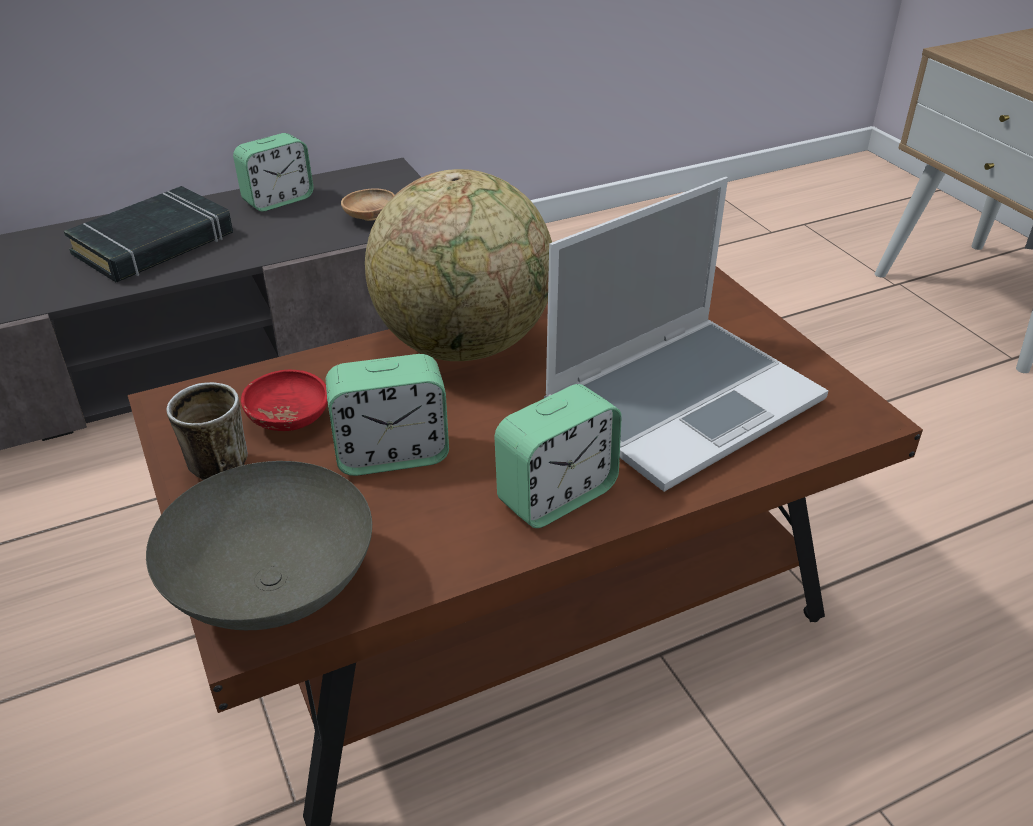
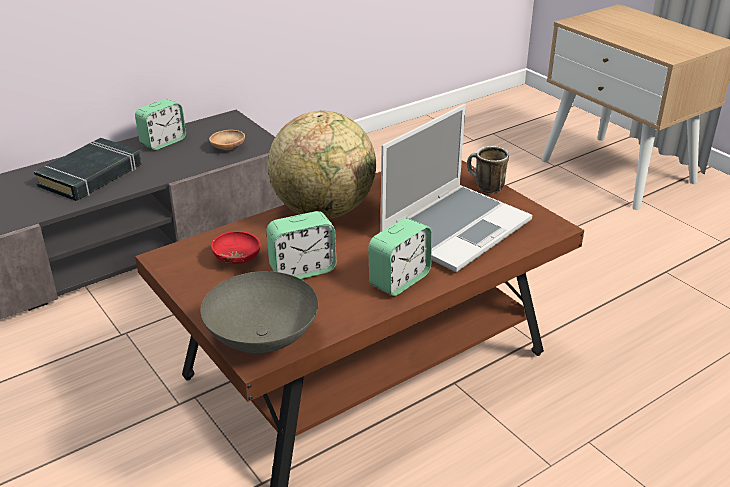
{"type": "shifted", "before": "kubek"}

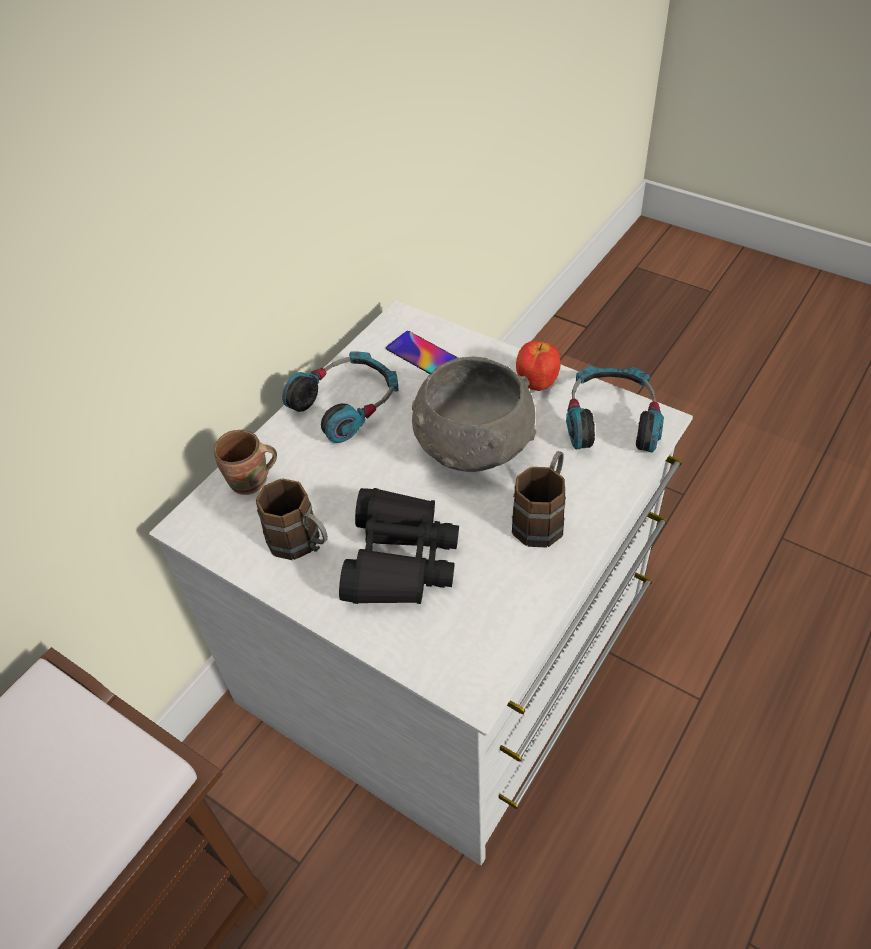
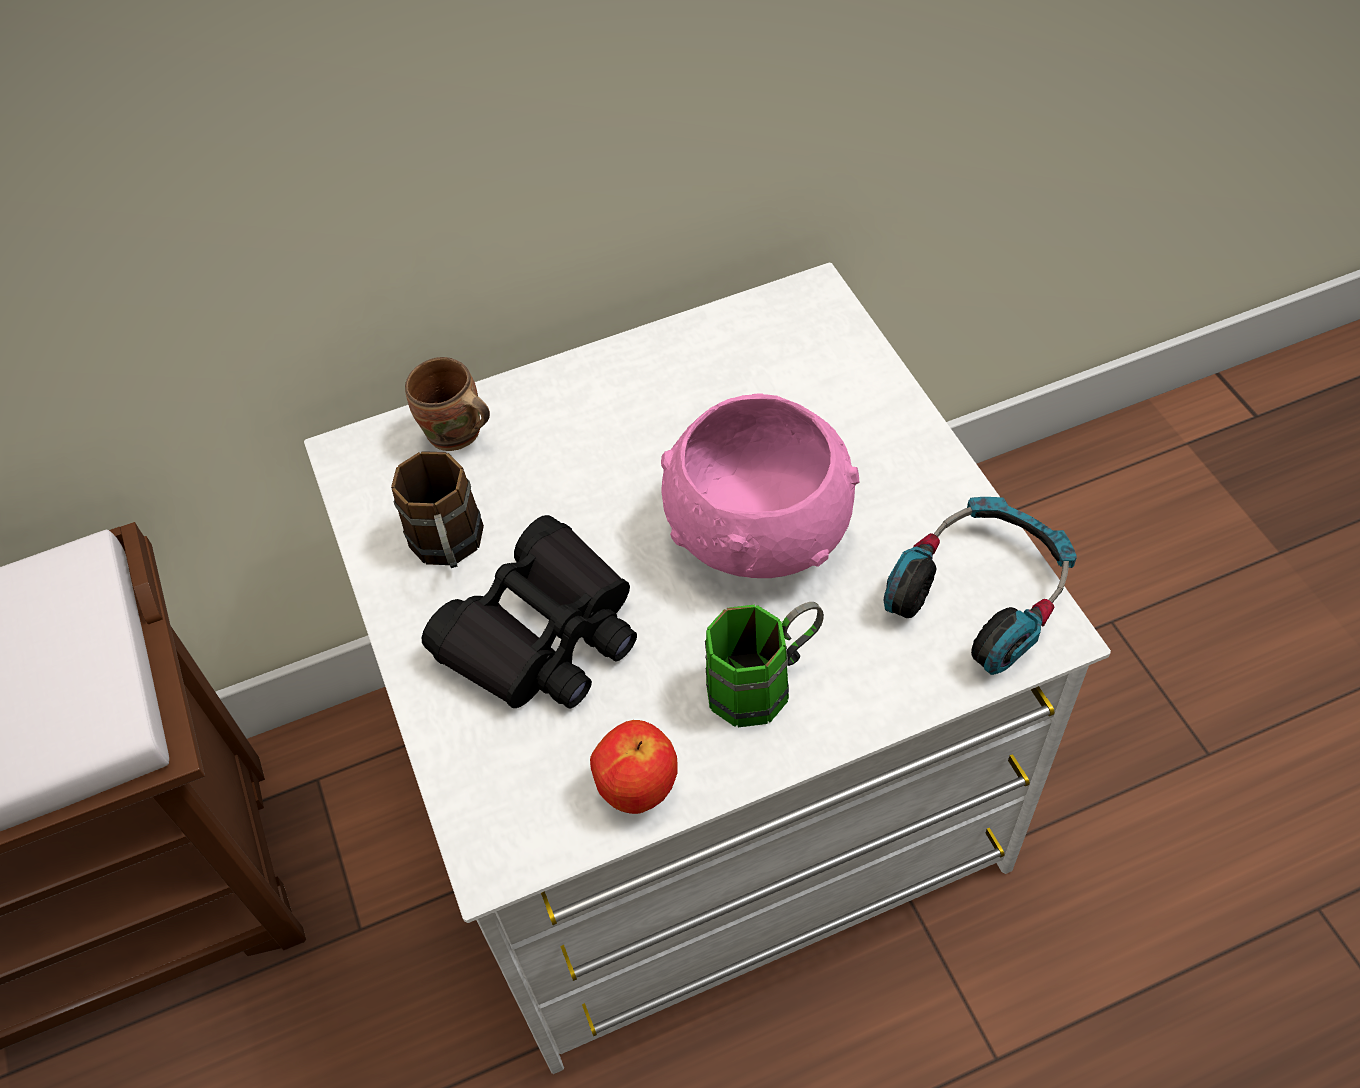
{"type": "gone", "before": "słuchawki (no. 1 from left)"}
{"type": "gone", "before": "telefon"}
{"type": "repainted", "before": "miska [szary]", "after": "miska [różowy]"}
{"type": "repainted", "before": "kubek [brązowy] (no. 3 from left)", "after": "kubek [zielony]"}
{"type": "shifted", "before": "jabłko"}

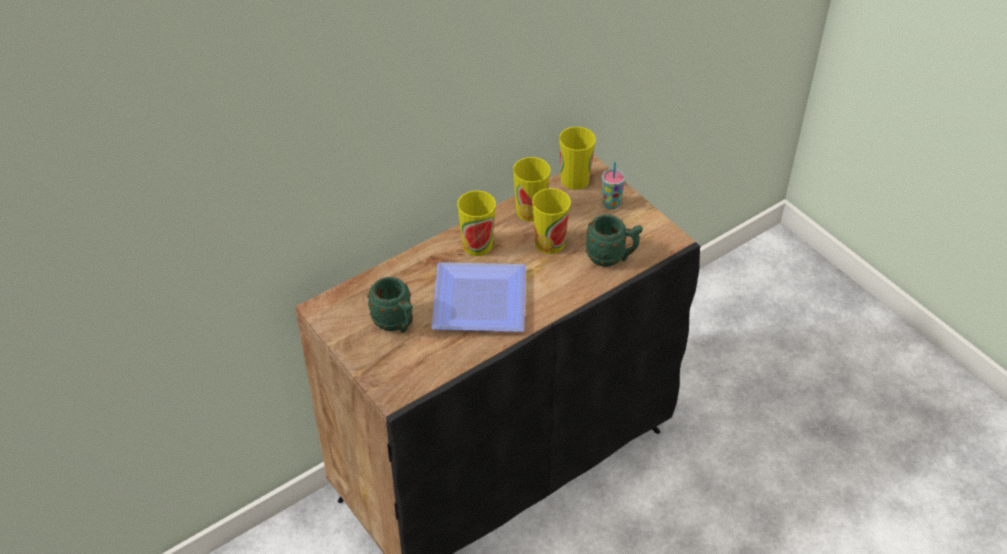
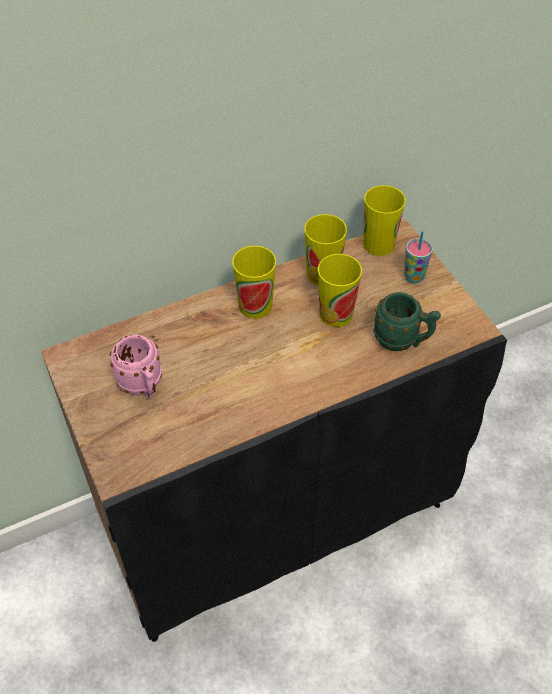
{"type": "repainted", "before": "kubek [zielony] (no. 1 from left)", "after": "kubek [różowy]"}
{"type": "gone", "before": "talerz"}

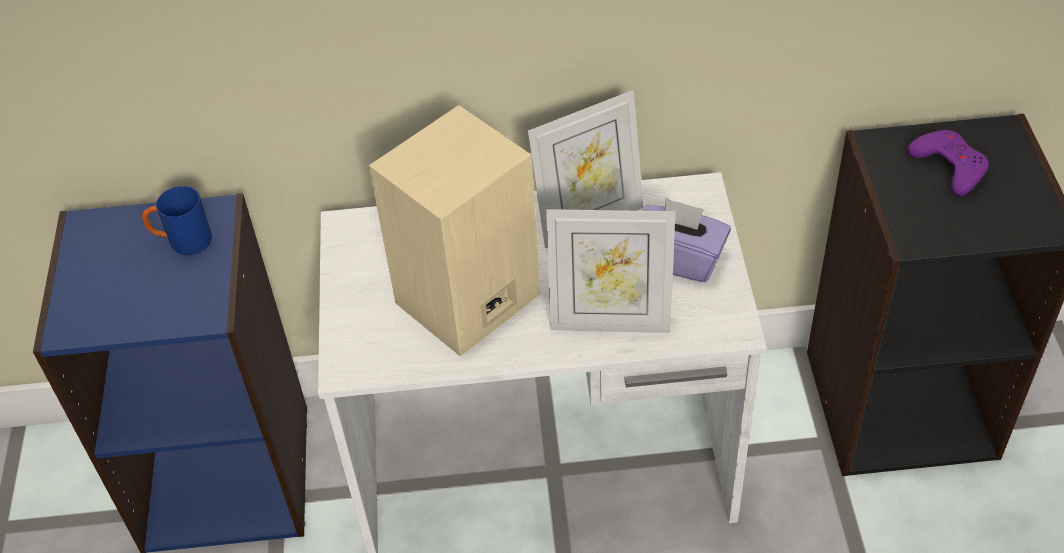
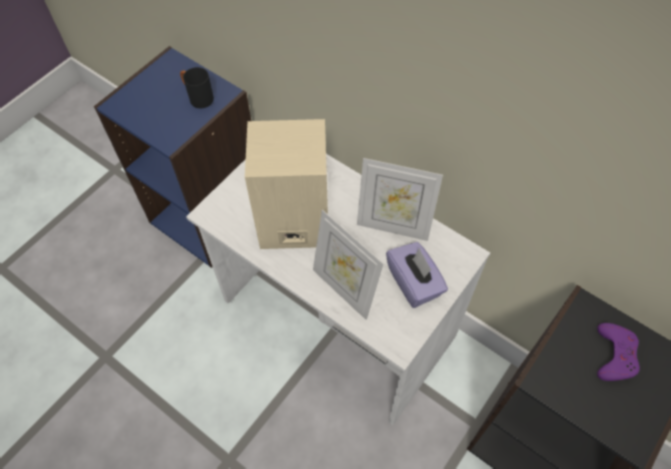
{"type": "repainted", "before": "kubek [niebieski]", "after": "kubek [czarny]"}

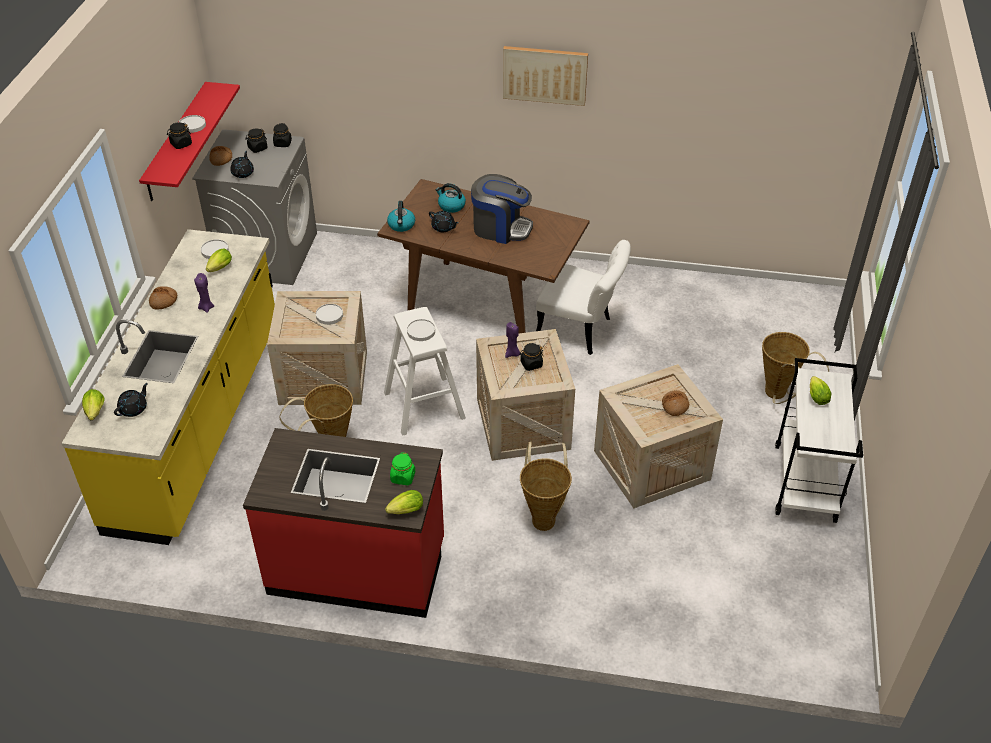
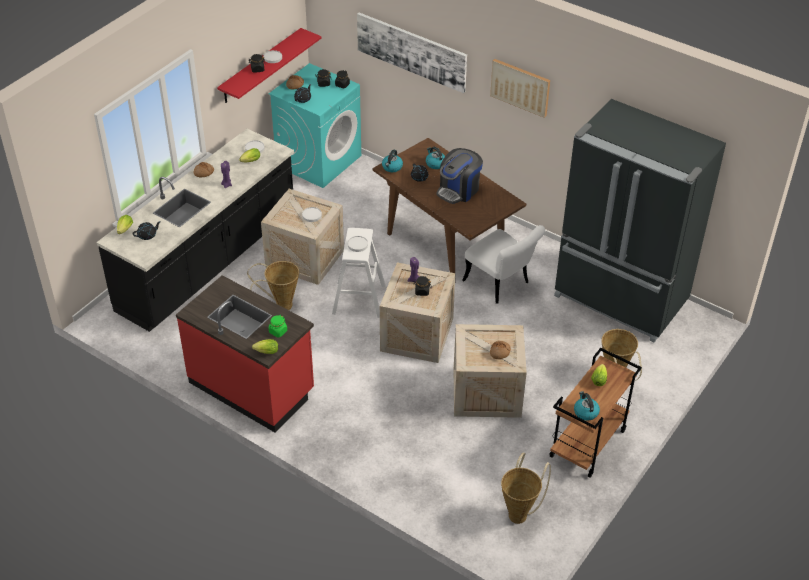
{"type": "repainted", "before": "zabudowa kuchenna [żółty]", "after": "zabudowa kuchenna [czarny]"}
{"type": "repainted", "before": "pralka [szary]", "after": "pralka [turkusowy]"}
{"type": "rotated", "before": "ekspres do kawy", "turn": 90}
{"type": "shifted", "before": "koszyk (no. 2 from left)"}
{"type": "repainted", "before": "wózek [biały]", "after": "wózek [brązowy]"}
{"type": "new", "after": "obraz (no. 1 from left)"}
{"type": "new", "after": "lodówka [czarny]"}
{"type": "new", "after": "czajnik (no. 3 from left)"}

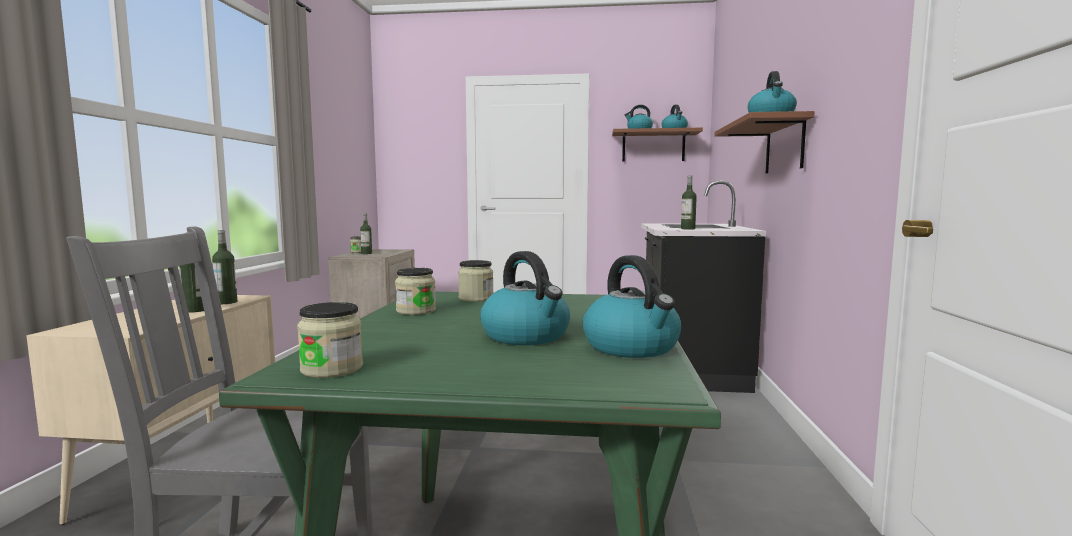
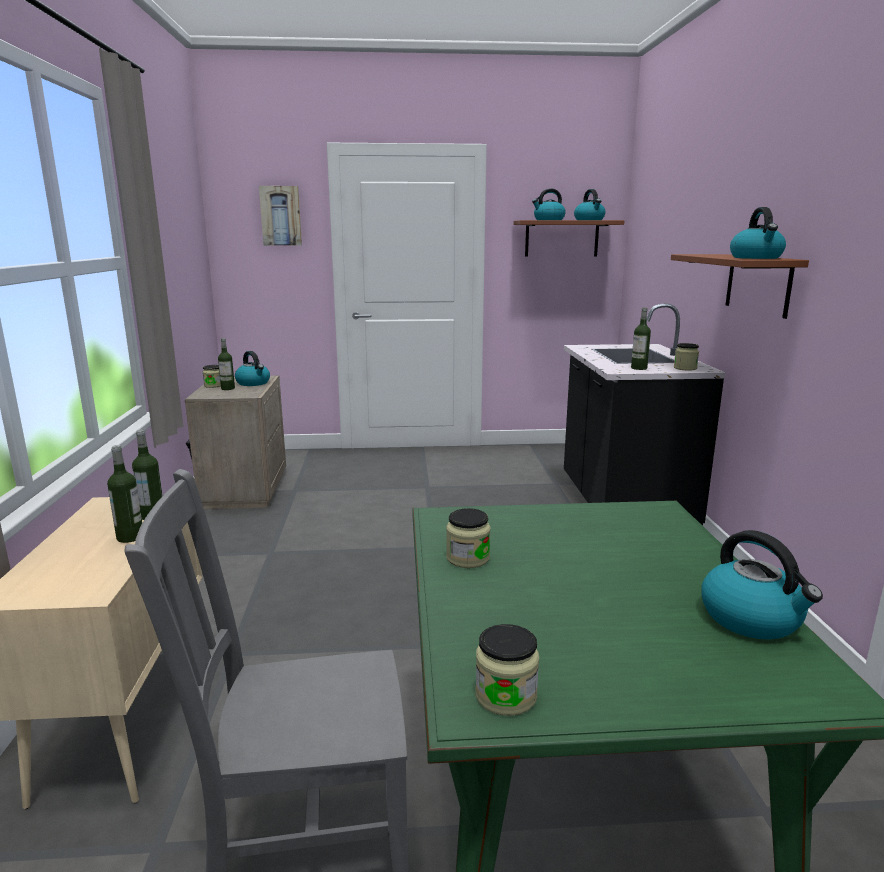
{"type": "shifted", "before": "słoik (no. 4 from left)"}
{"type": "shifted", "before": "czajnik (no. 1 from left)"}
{"type": "new", "after": "obraz"}

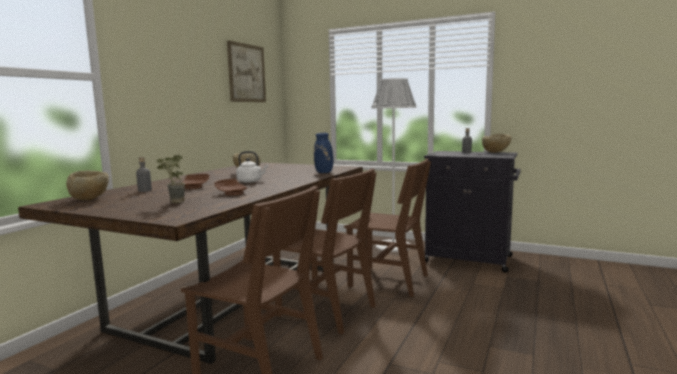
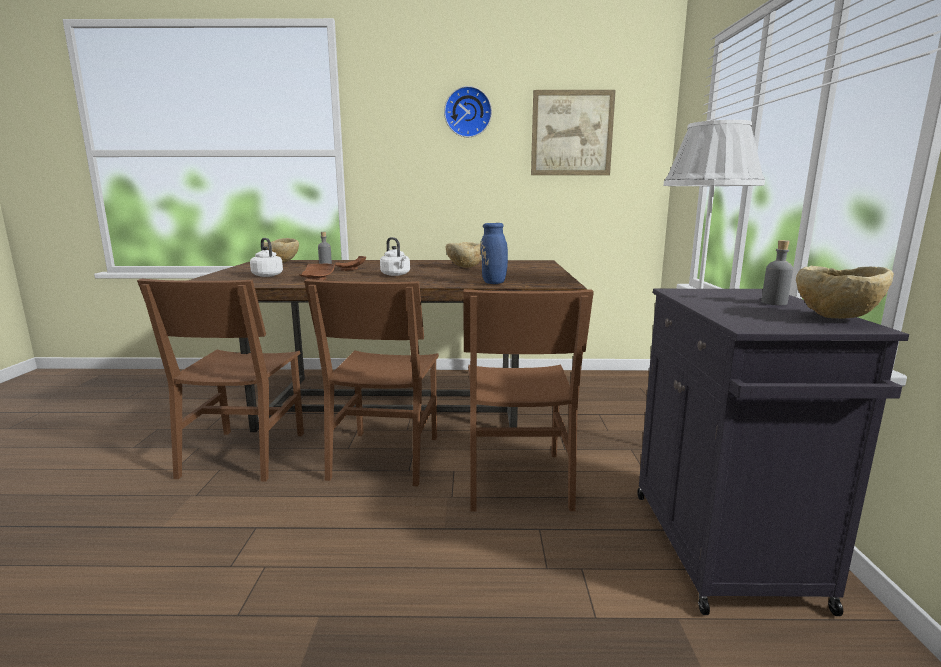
{"type": "swapped", "before": "roślina doniczkowa", "after": "czajnik [biały] (no. 1 from left)"}
{"type": "new", "after": "zegar ścienny"}

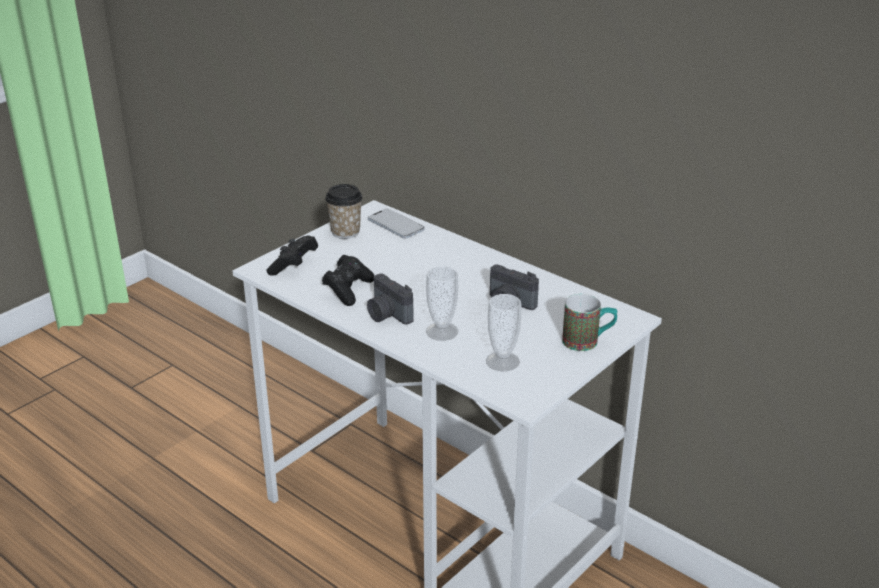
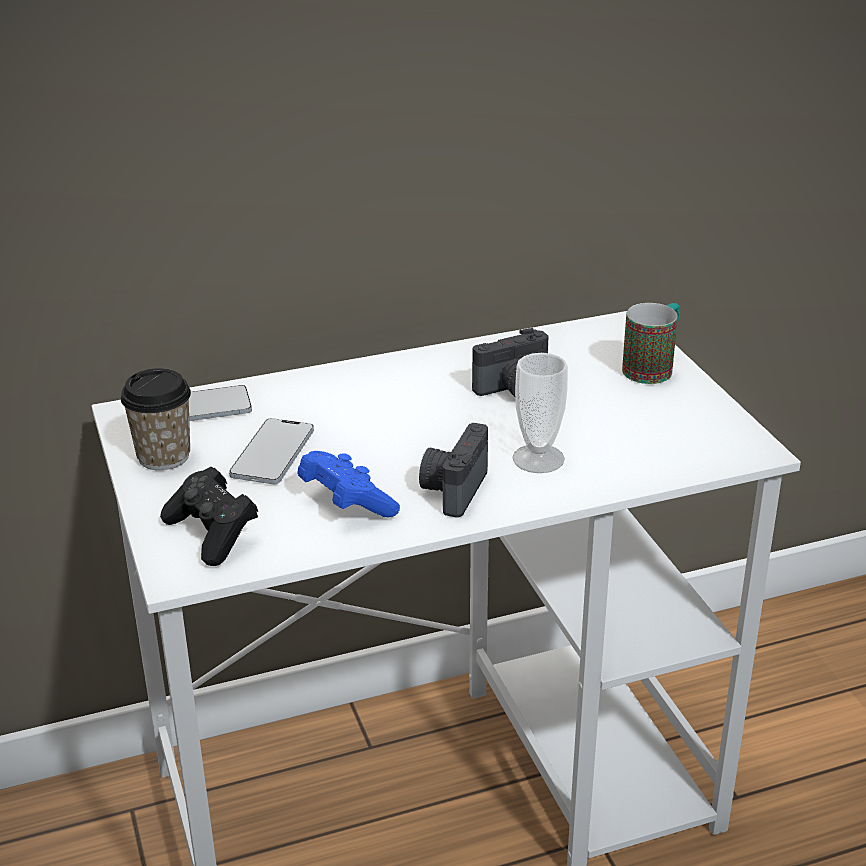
{"type": "repainted", "before": "pad do gier [czarny] (no. 2 from left)", "after": "pad do gier [niebieski]"}
{"type": "rotated", "before": "aparat fotograficzny (no. 1 from left)", "turn": 120}
{"type": "gone", "before": "filiżanka (no. 3 from left)"}
{"type": "new", "after": "telefon (no. 2 from left)"}

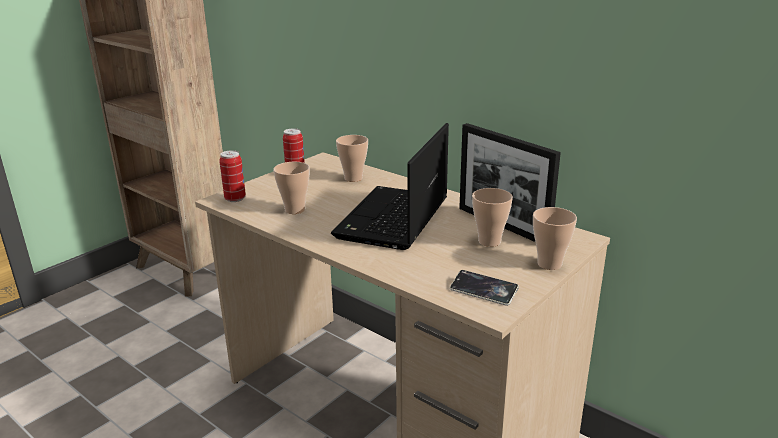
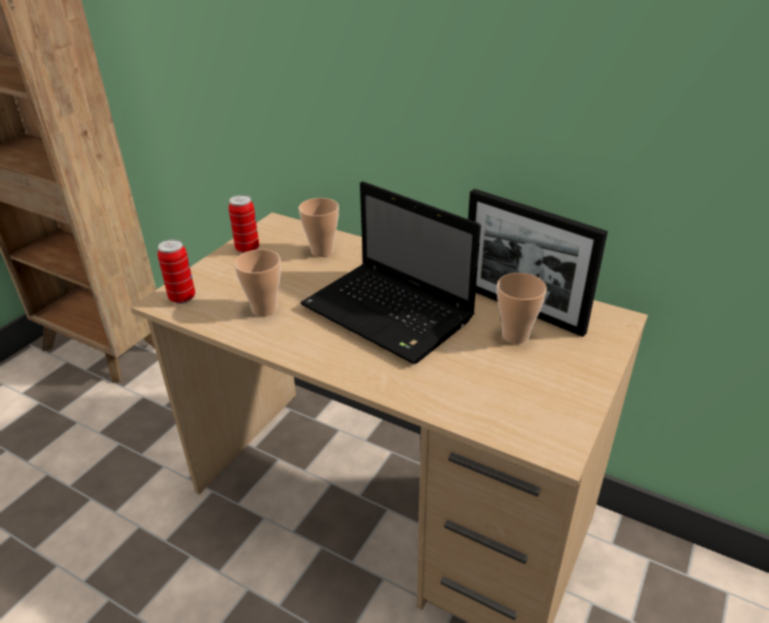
{"type": "rotated", "before": "laptop", "turn": -60}
{"type": "gone", "before": "telefon"}
{"type": "gone", "before": "filiżanka (no. 4 from left)"}

